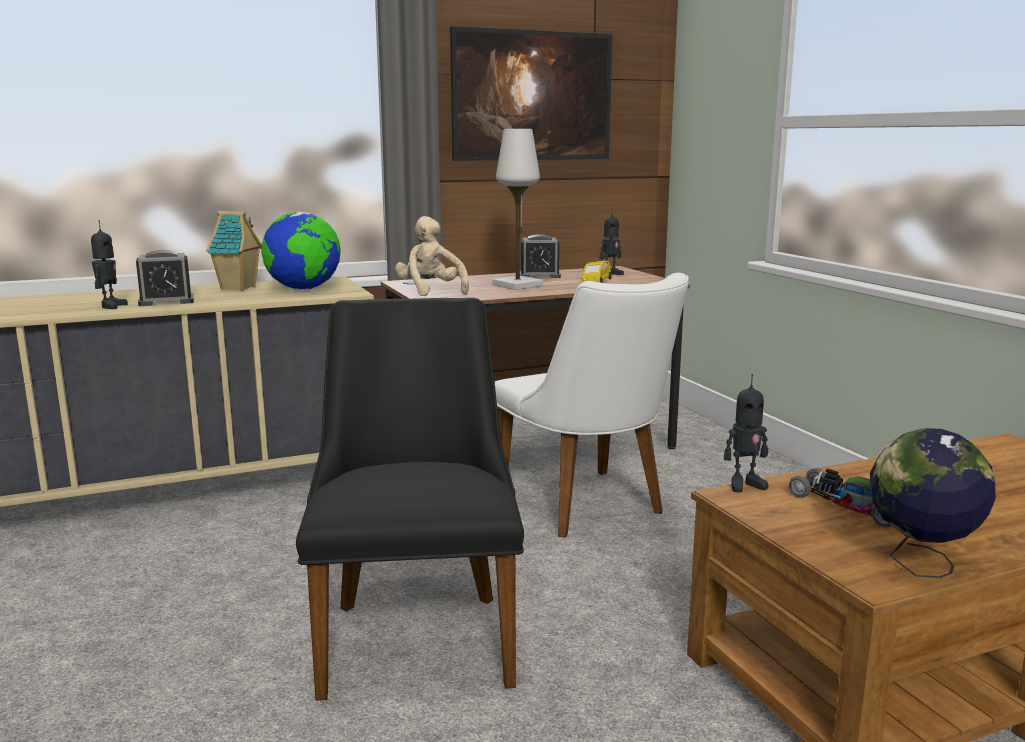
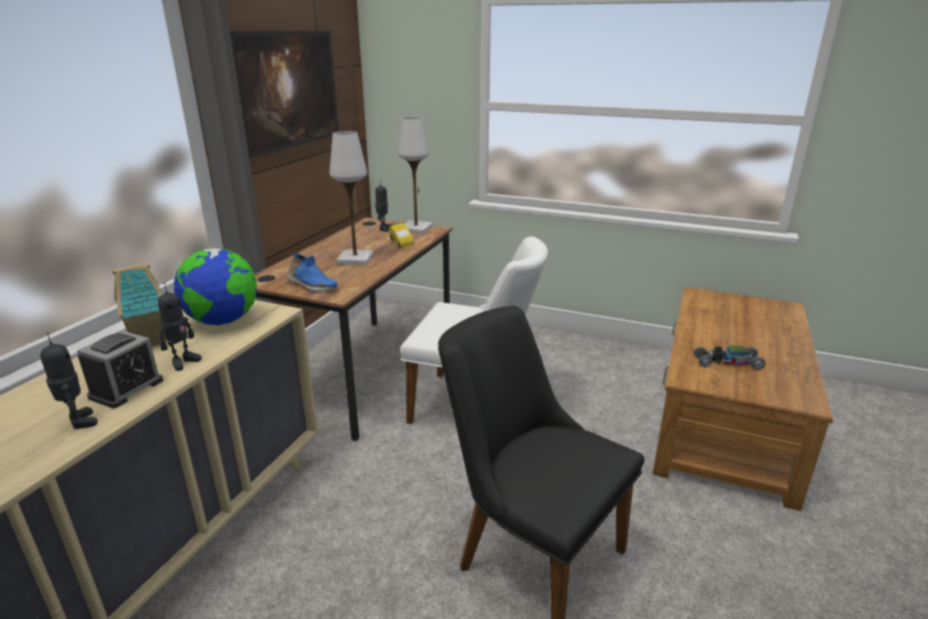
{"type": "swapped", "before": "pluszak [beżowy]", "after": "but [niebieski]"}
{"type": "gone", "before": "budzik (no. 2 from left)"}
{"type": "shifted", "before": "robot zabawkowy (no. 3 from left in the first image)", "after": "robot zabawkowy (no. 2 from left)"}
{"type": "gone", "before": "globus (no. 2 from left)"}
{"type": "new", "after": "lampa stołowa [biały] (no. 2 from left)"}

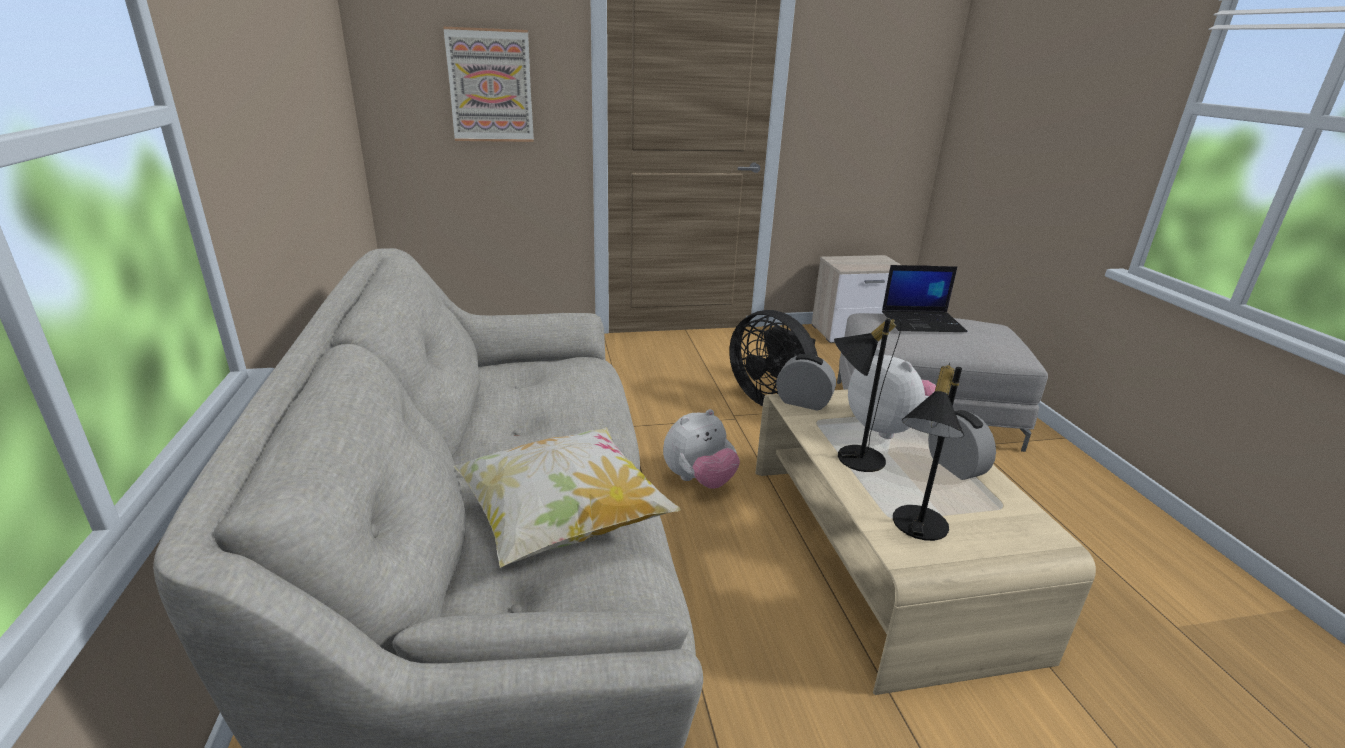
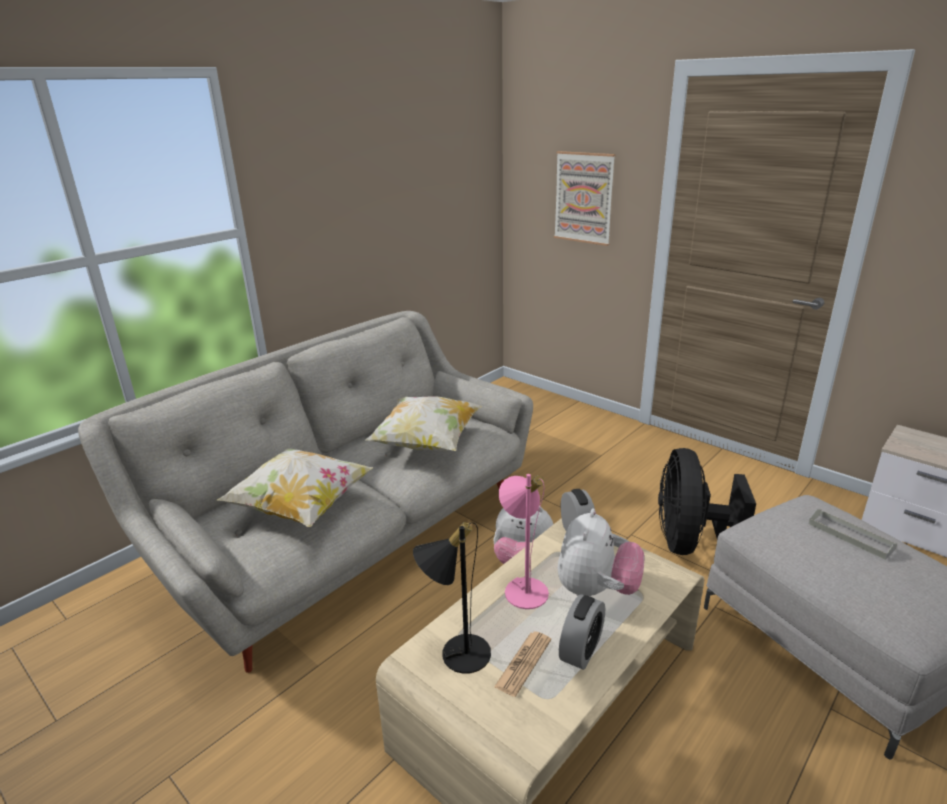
{"type": "repainted", "before": "lampa stołowa [czarny] (no. 1 from left)", "after": "lampa stołowa [różowy]"}
{"type": "swapped", "before": "laptop", "after": "taca [szary]"}
{"type": "new", "after": "poduszka (no. 2 from left)"}
{"type": "new", "after": "gazeta"}

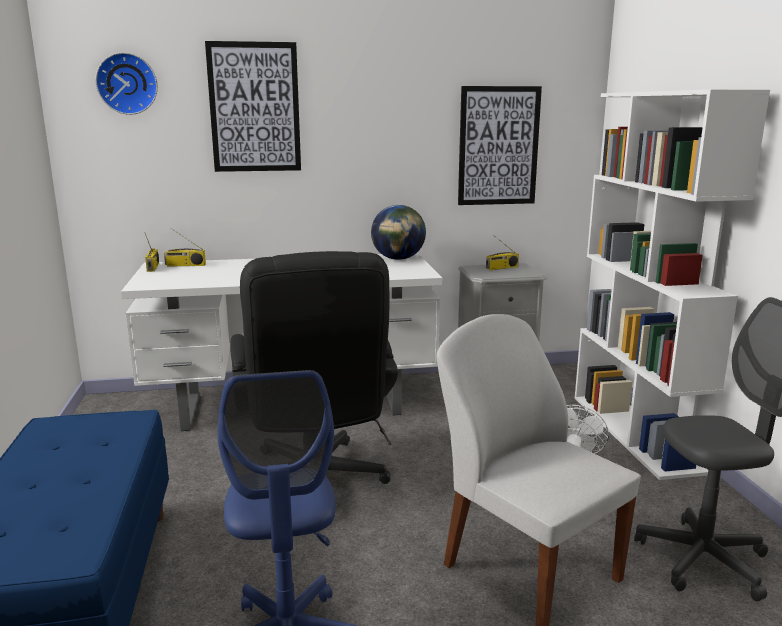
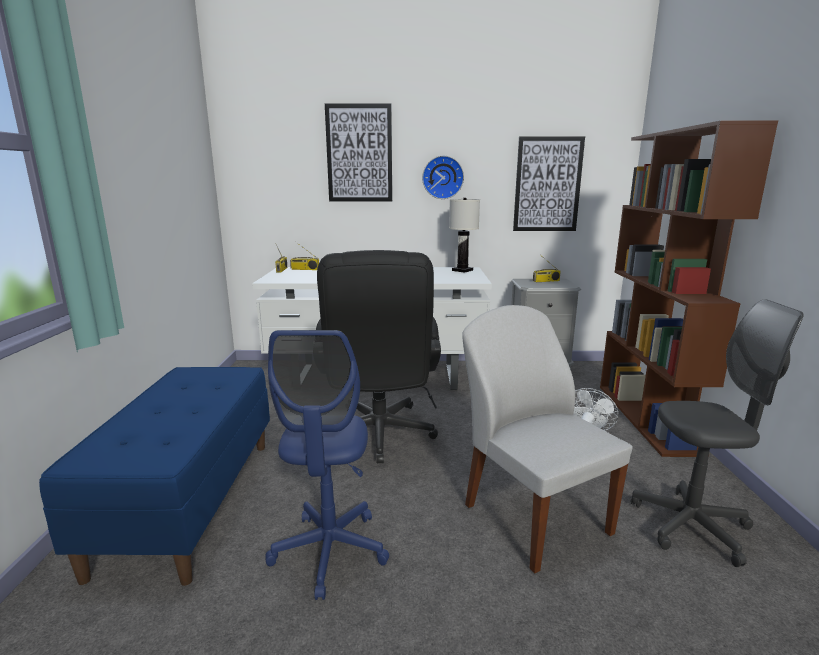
{"type": "shifted", "before": "zegar ścienny"}
{"type": "swapped", "before": "globus", "after": "lampa stołowa [biały]"}
{"type": "repainted", "before": "regał [biały]", "after": "regał [brązowy]"}

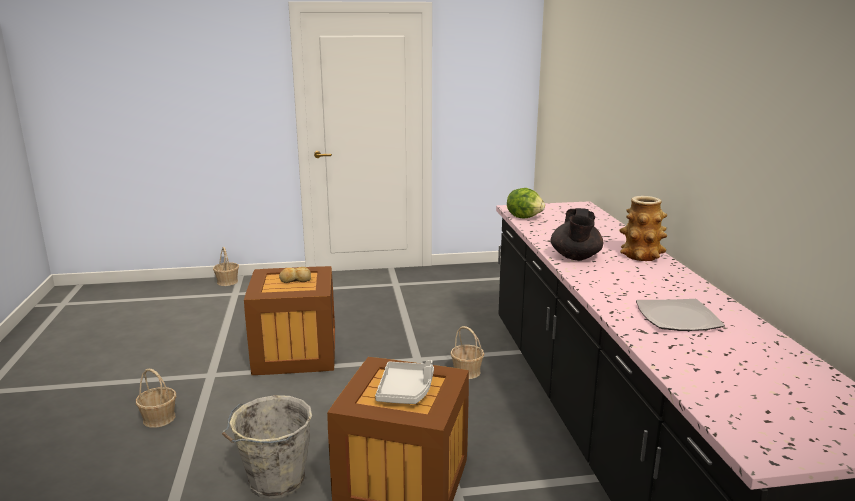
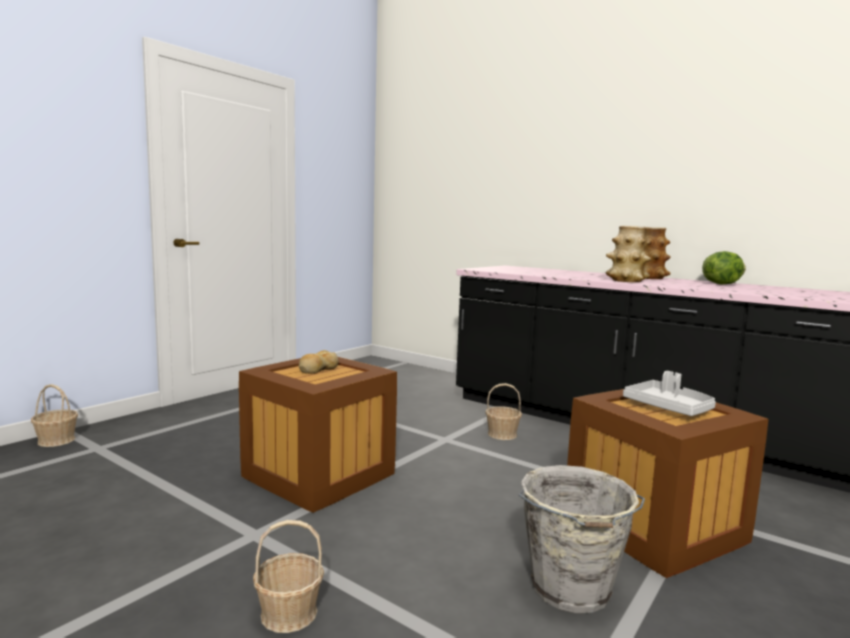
{"type": "shifted", "before": "sałata"}
{"type": "swapped", "before": "imbryk [czarny]", "after": "wazon (no. 1 from left)"}
{"type": "gone", "before": "talerz"}

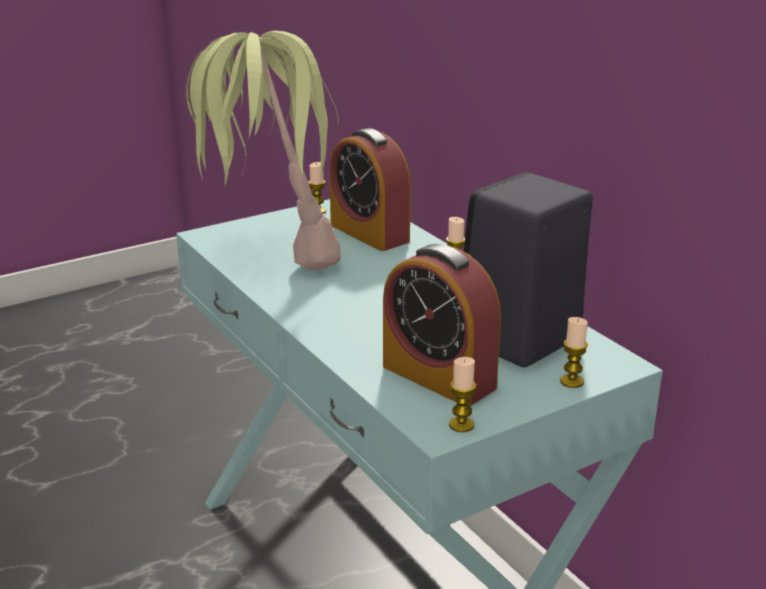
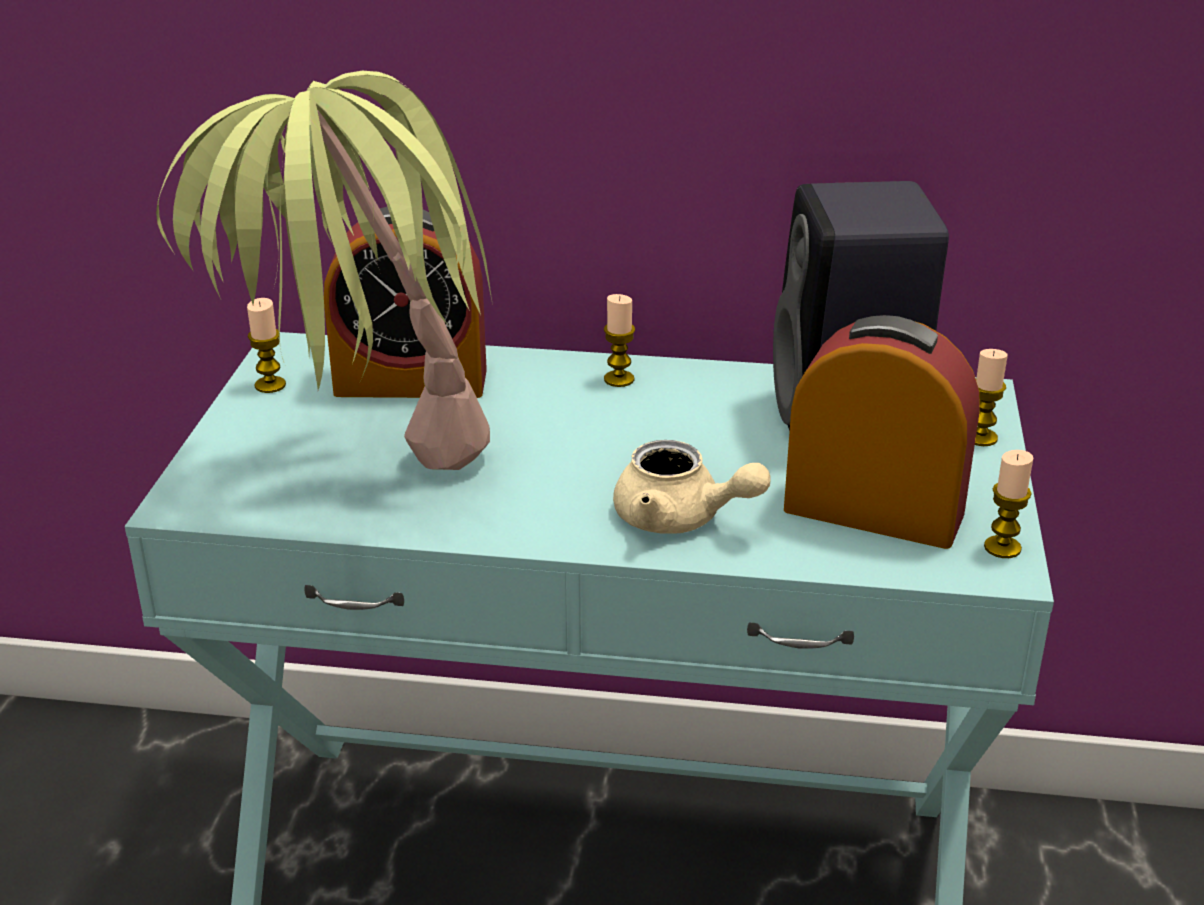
{"type": "rotated", "before": "budzik (no. 2 from left)", "turn": -150}
{"type": "new", "after": "imbryk [beżowy]"}

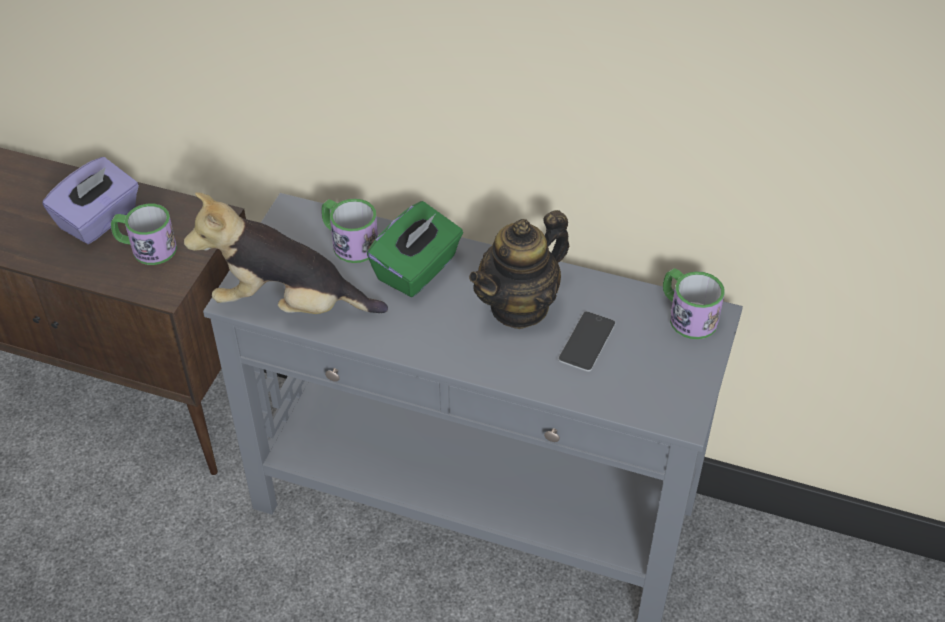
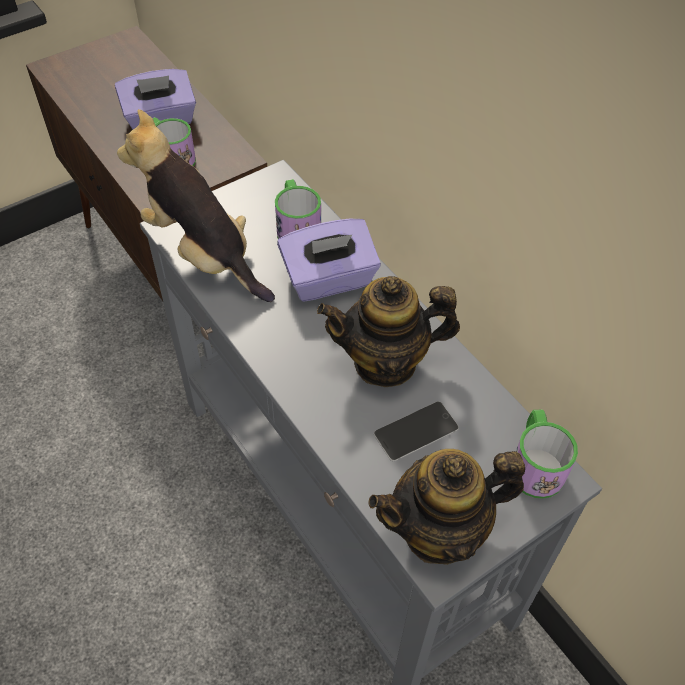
{"type": "repainted", "before": "pudełko chusteczek [zielony]", "after": "pudełko chusteczek [fioletowy] (no. 2 from left)"}
{"type": "new", "after": "imbryk (no. 2 from left)"}

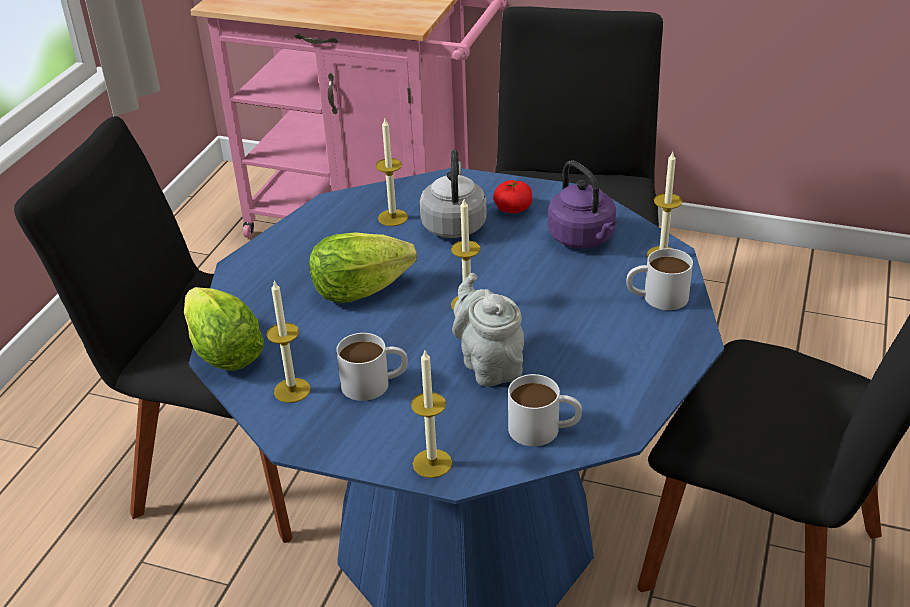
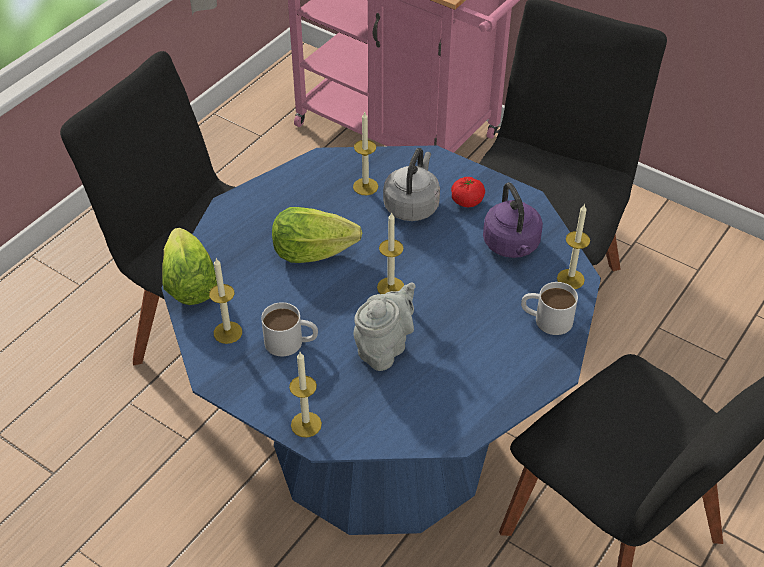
{"type": "rotated", "before": "imbryk [szary]", "turn": 45}
{"type": "gone", "before": "kubek [biały] (no. 2 from left)"}

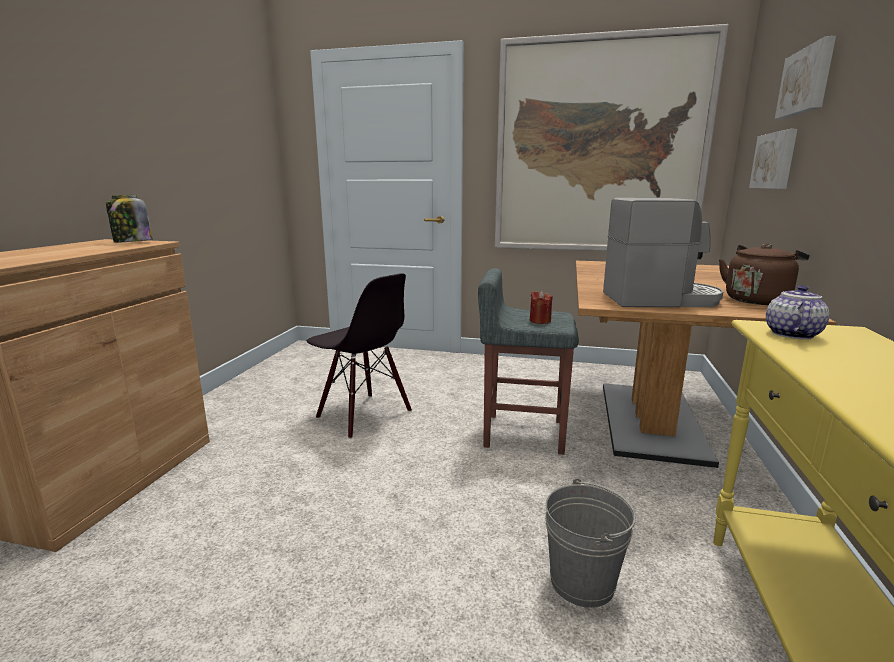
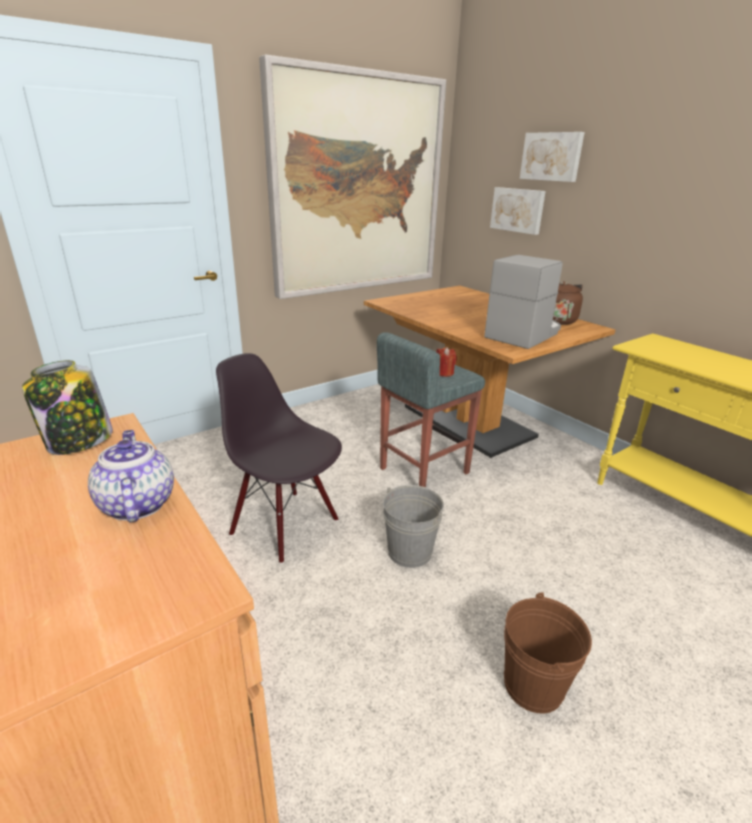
{"type": "rotated", "before": "krzesło [czarny]", "turn": -135}
{"type": "shifted", "before": "wiadro [szary]"}
{"type": "shifted", "before": "imbryk"}
{"type": "new", "after": "wiadro [brązowy]"}

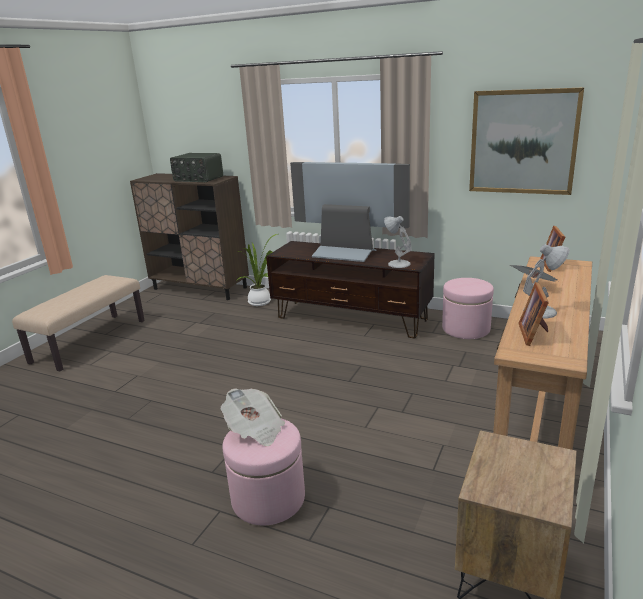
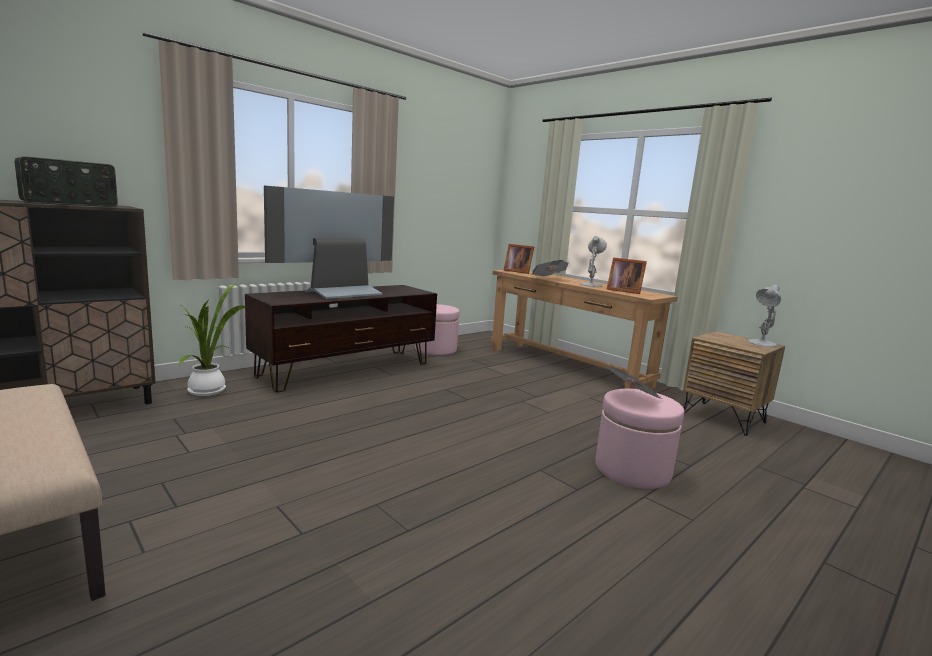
{"type": "shifted", "before": "lampa stołowa [biały] (no. 1 from left in the first image)", "after": "lampa stołowa [biały] (no. 2 from left)"}
{"type": "gone", "before": "obraz"}

